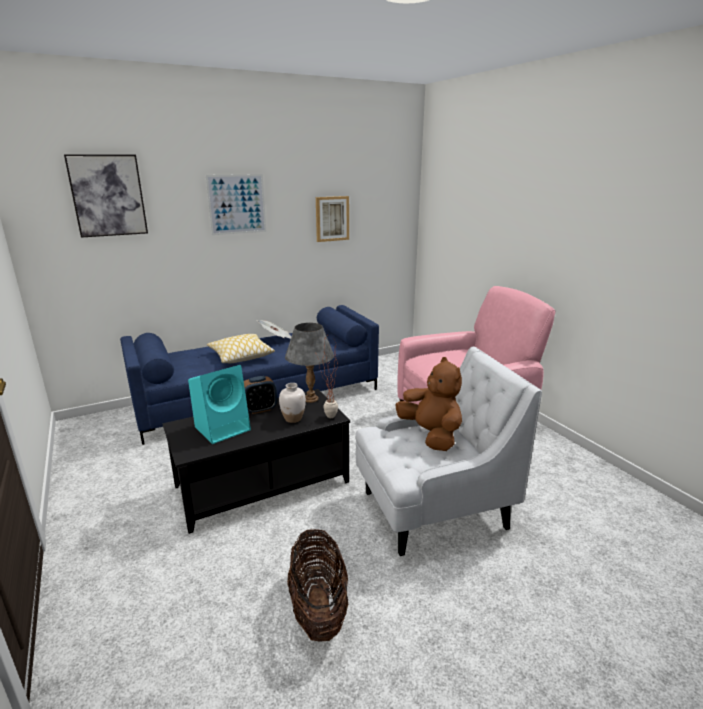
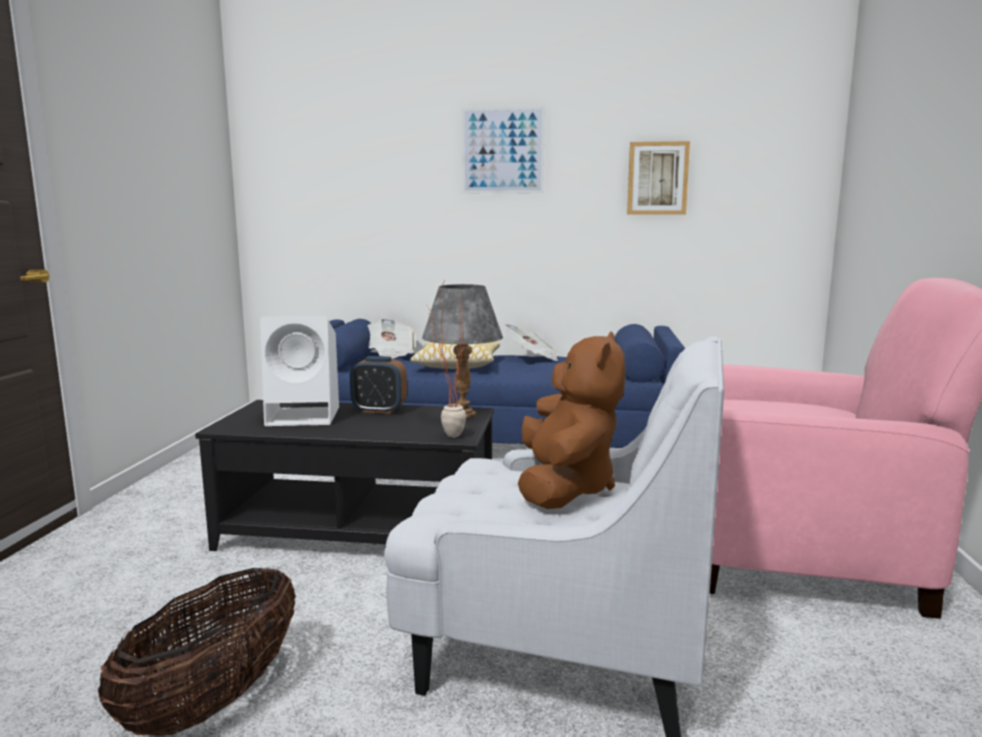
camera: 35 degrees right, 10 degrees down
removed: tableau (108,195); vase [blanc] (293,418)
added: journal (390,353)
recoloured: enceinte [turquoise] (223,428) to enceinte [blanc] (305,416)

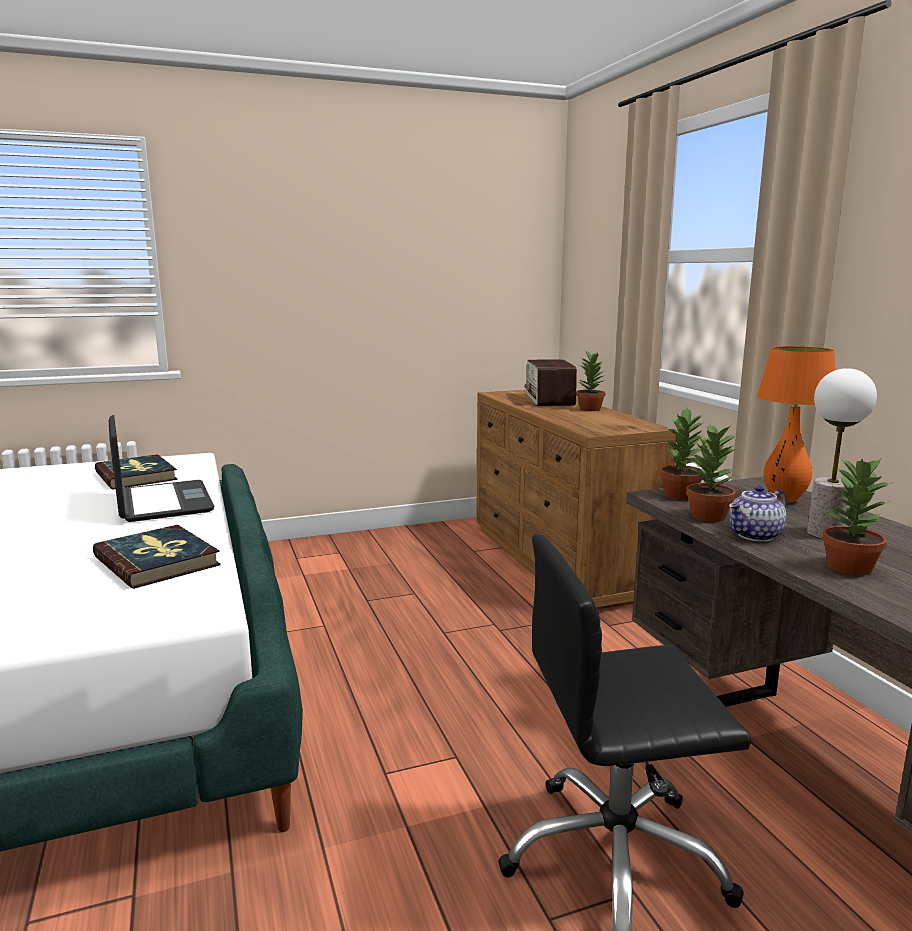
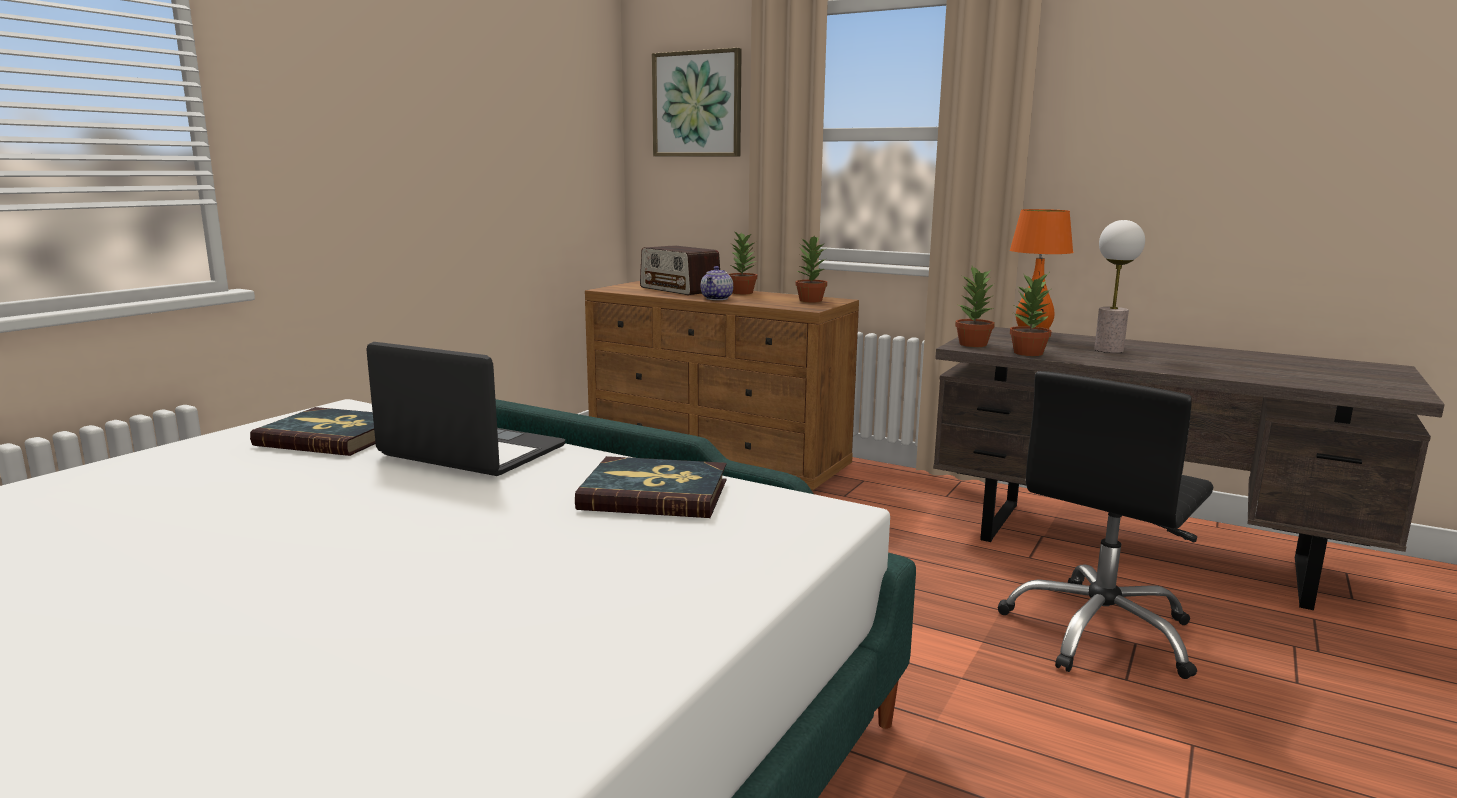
camera: 40 degrees left, 0 degrees up
added: tableau (697,104)
moved: théière (756,536) to (717,298); plante en pot (848,567) to (810,300)

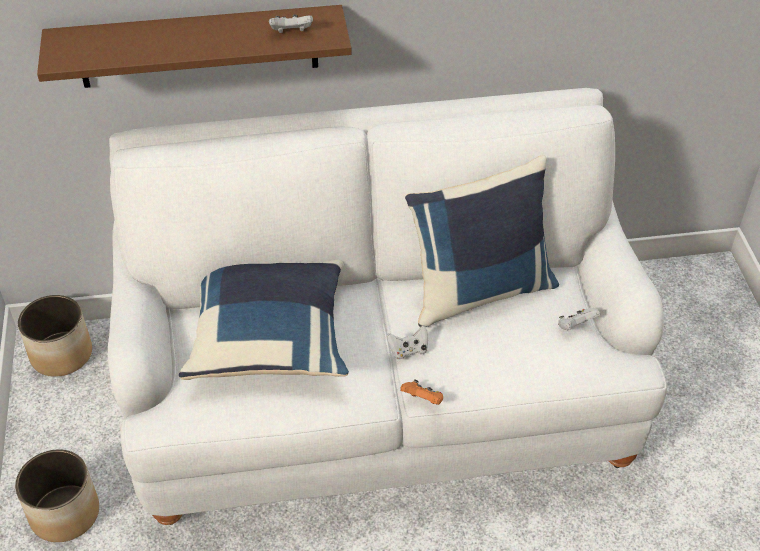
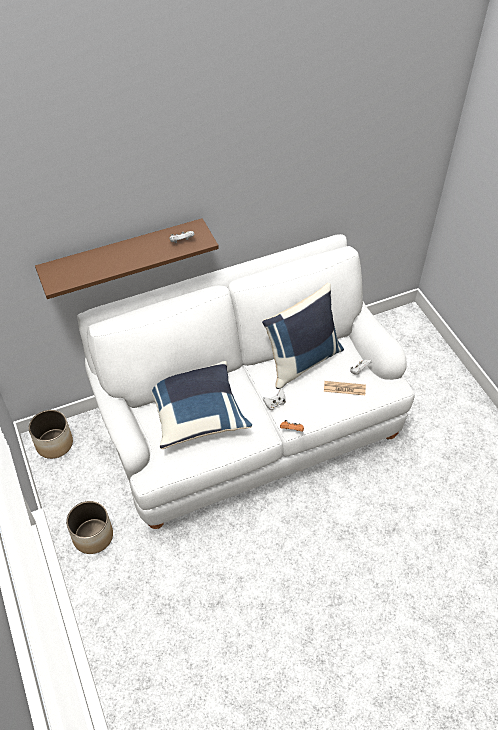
camera: 15 degrees left, 5 degrees up
added: journal (344,388)

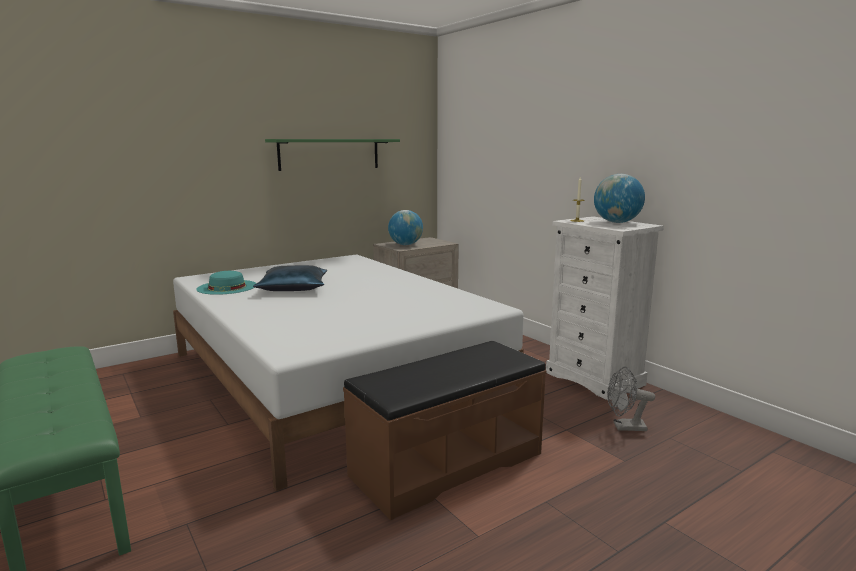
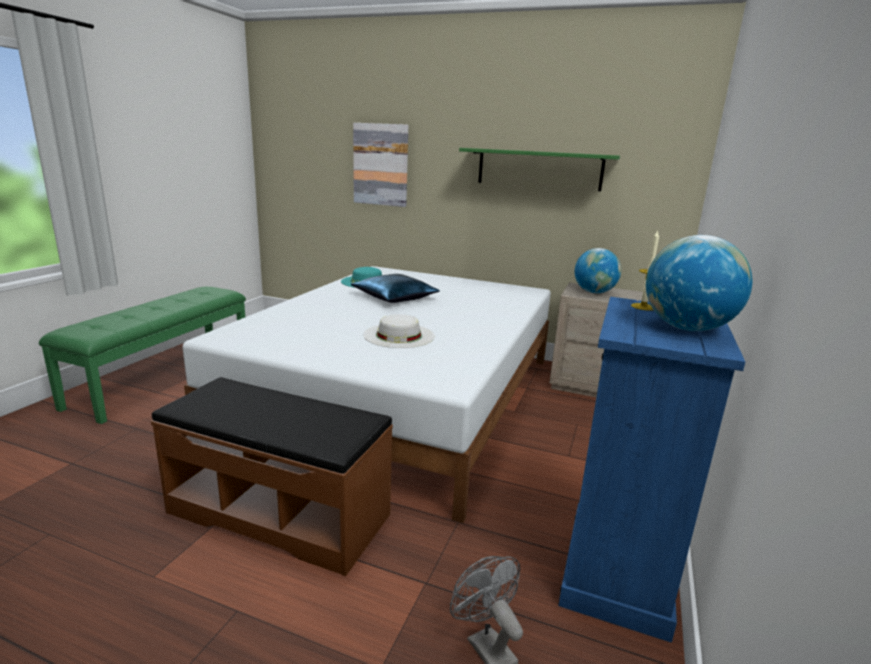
camera: 55 degrees right, 5 degrees up
added: tableau (381,165); chapeau [blanc] (399,335)
recoloured: commode [blanc] (595,379) to commode [bleu] (617,573)

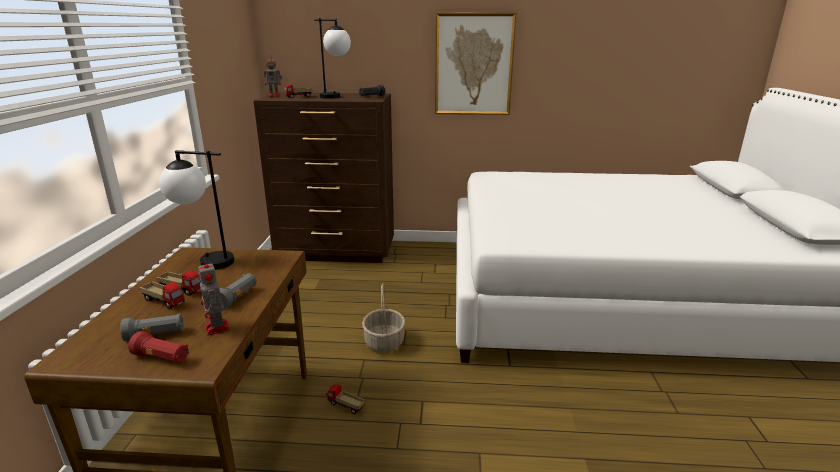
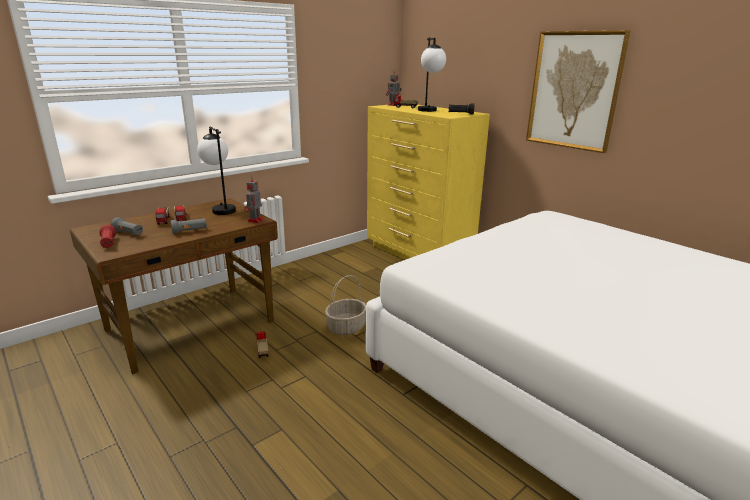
camera: 45 degrees right, 0 degrees up
moved: robot jouet (217,328) to (255,221)
recoloured: commode [marron] (336,252) to commode [jaune] (418,254)

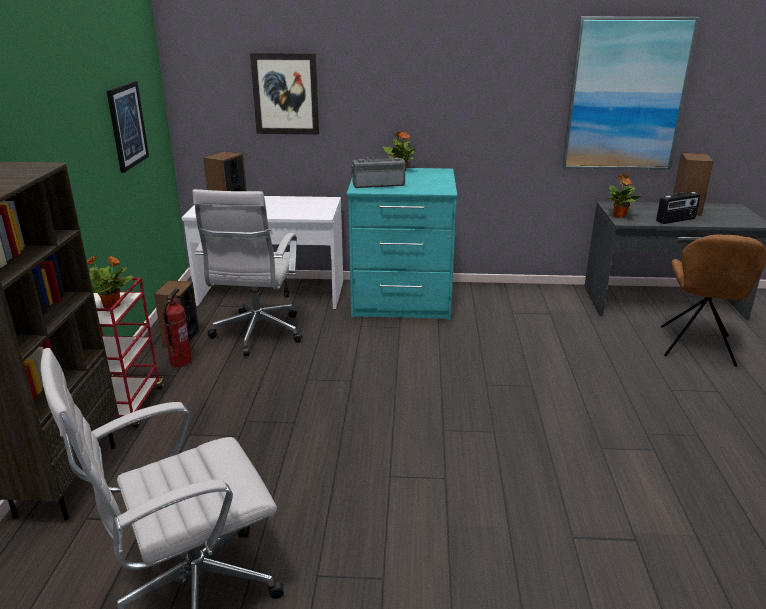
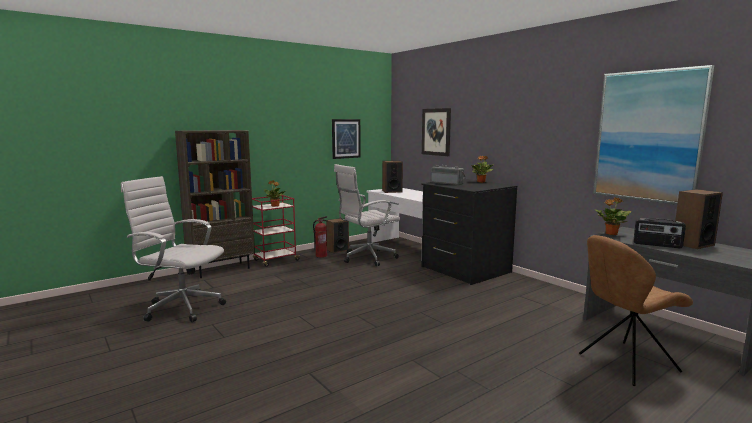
camera: 50 degrees right, 15 degrees down
recoloured: commode [turquoise] (401,300) to commode [noir] (464,269)

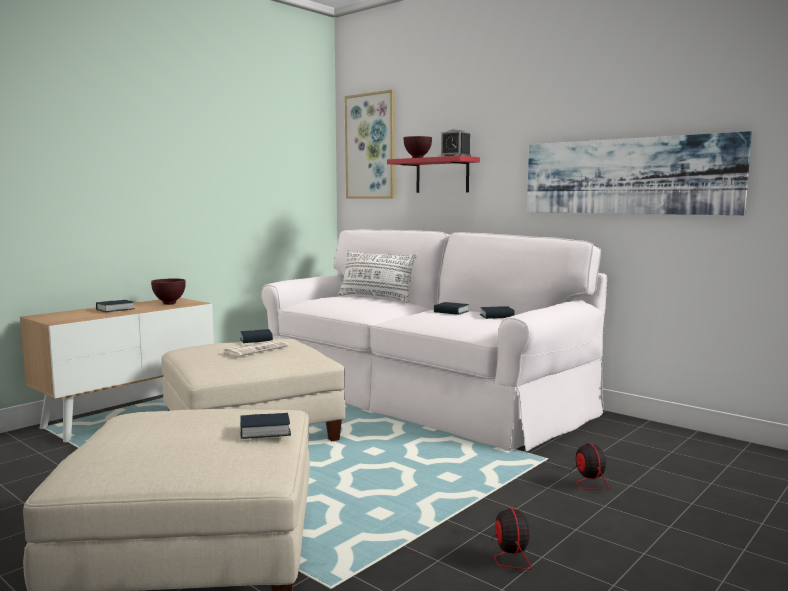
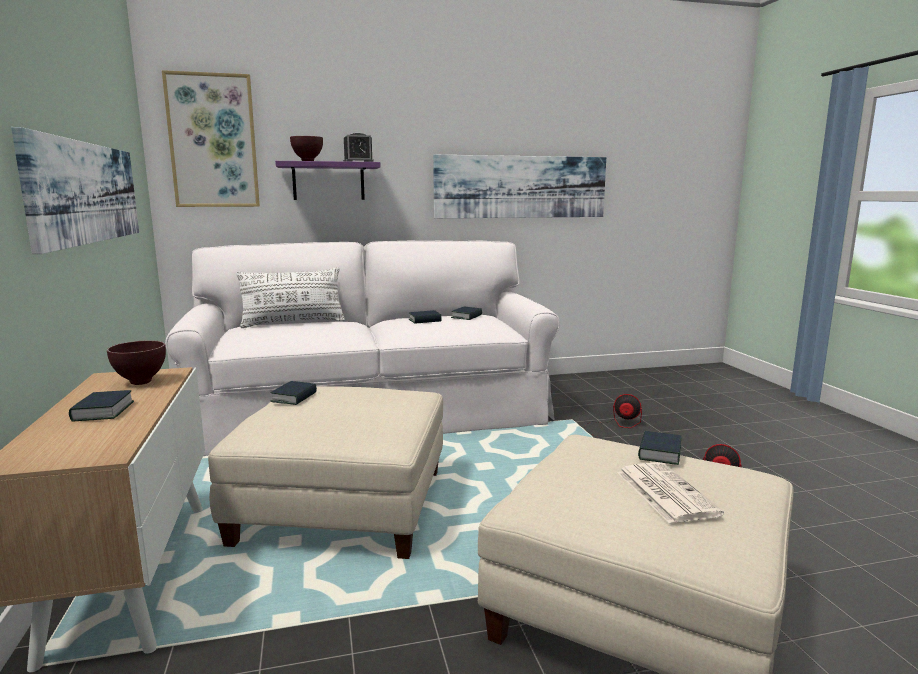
camera: 55 degrees left, 5 degrees up
added: tableau (87,192)
moved: journal (256,349) to (664,492)
recoloured: étagère [rouge] (442,175) to étagère [violet] (328,181)

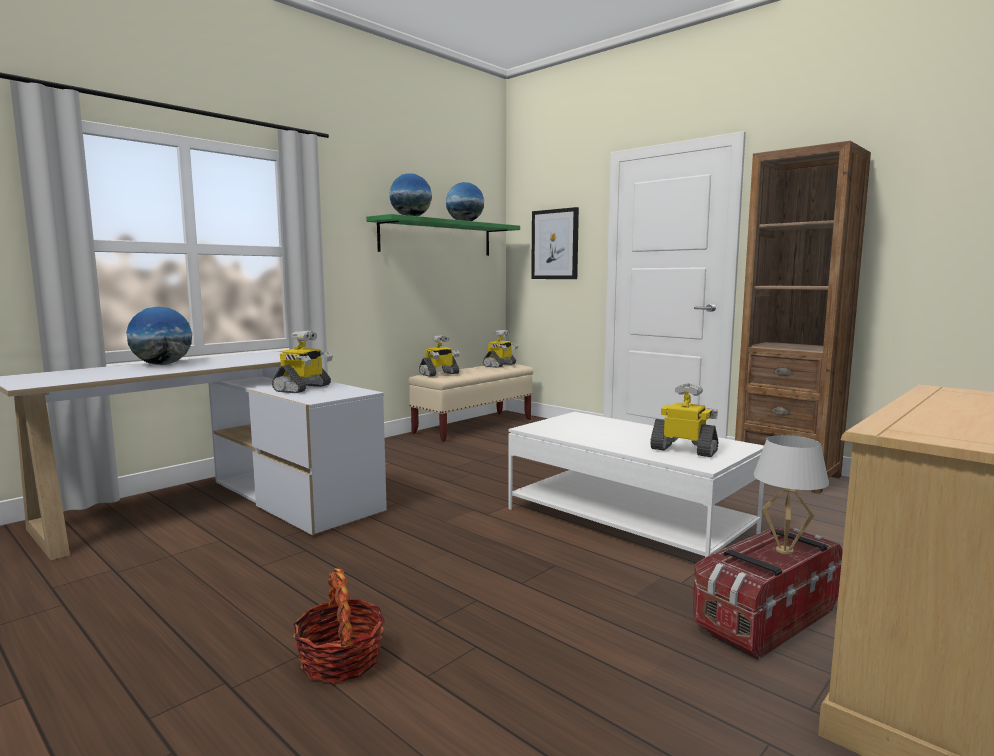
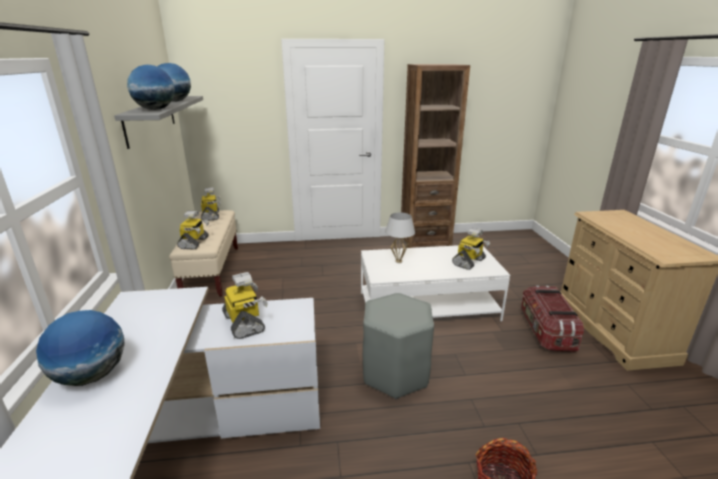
camera: 50 degrees left, 15 degrees up
removed: tableau (555,244)
added: tabouret [gris] (395,373)
moved: lampe de table [blanc] (784,550) to (398,261)
recoloured: étagère [vert] (437,238) to étagère [gris] (151,119)
turned: robot jouet (684,450) = (469,262) 150 degrees clockwise

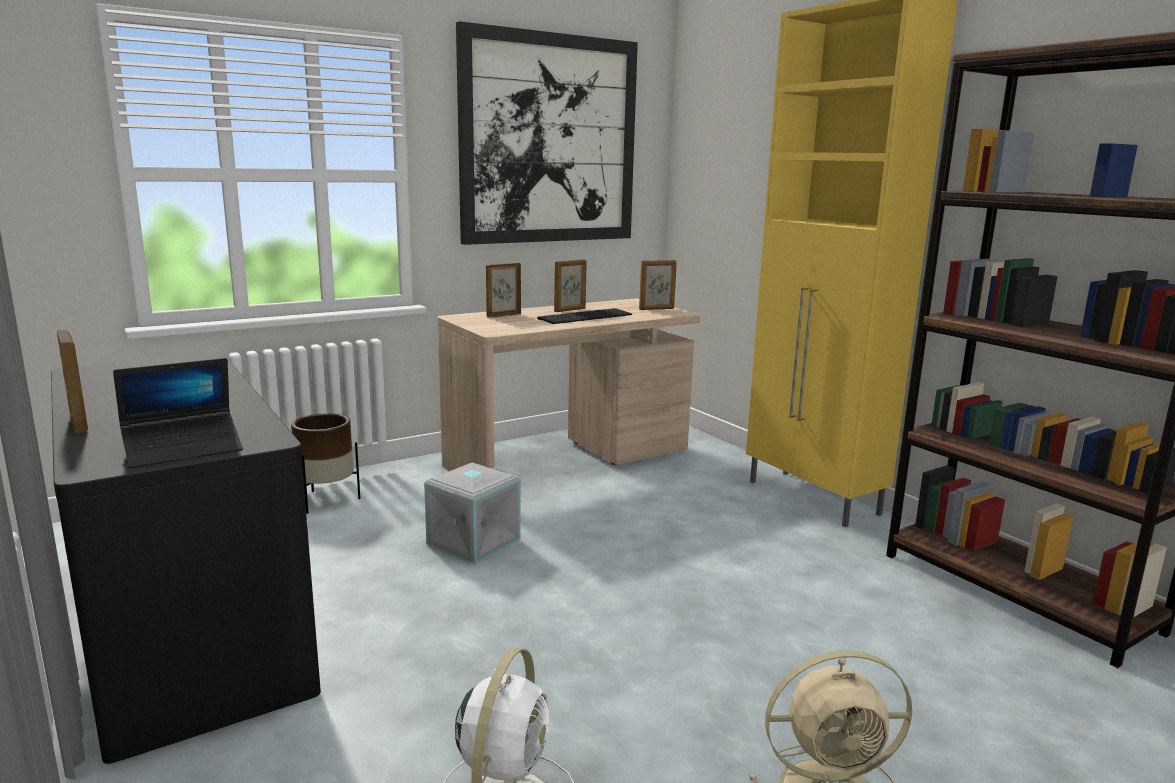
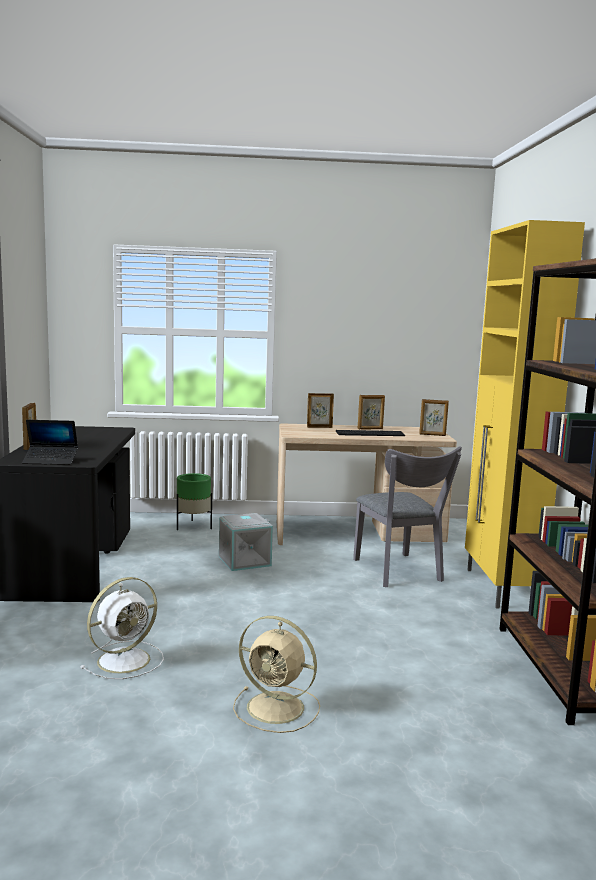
camera: 30 degrees right, 5 degrees down
removed: tableau (549,140)
added: chaise [gris] (399,572)
recoloured: cache-pot [marron] (326,500) to cache-pot [vert] (193,526)

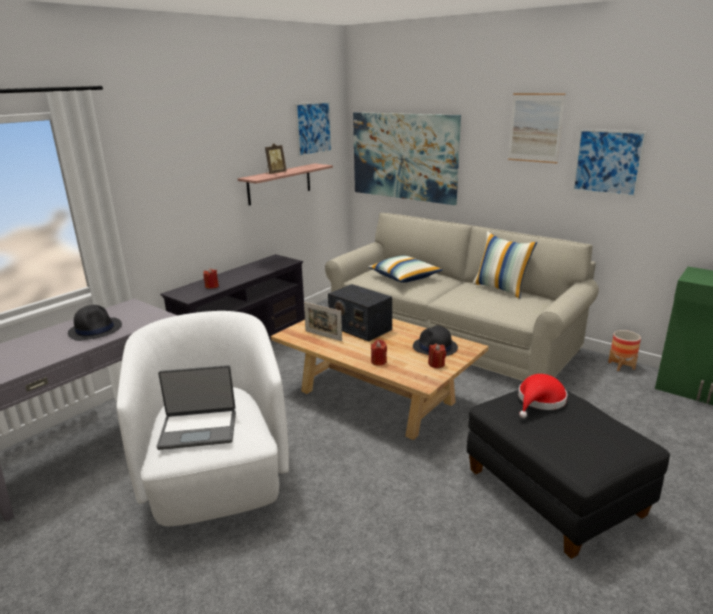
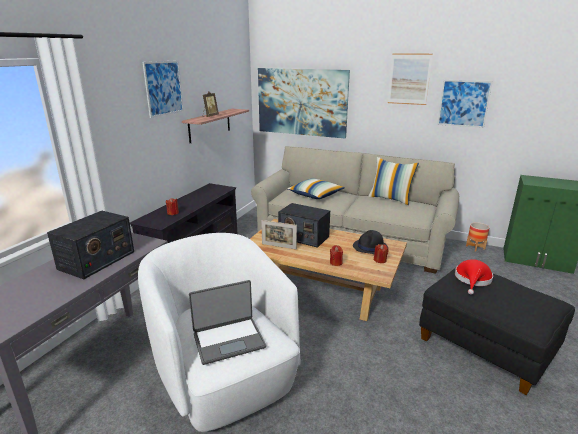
camera: 15 degrees left, 0 degrees up
moved: tableau (313,128) to (164,88)
replaced: chapeau [noir] (95,329) to radio (96,260)

